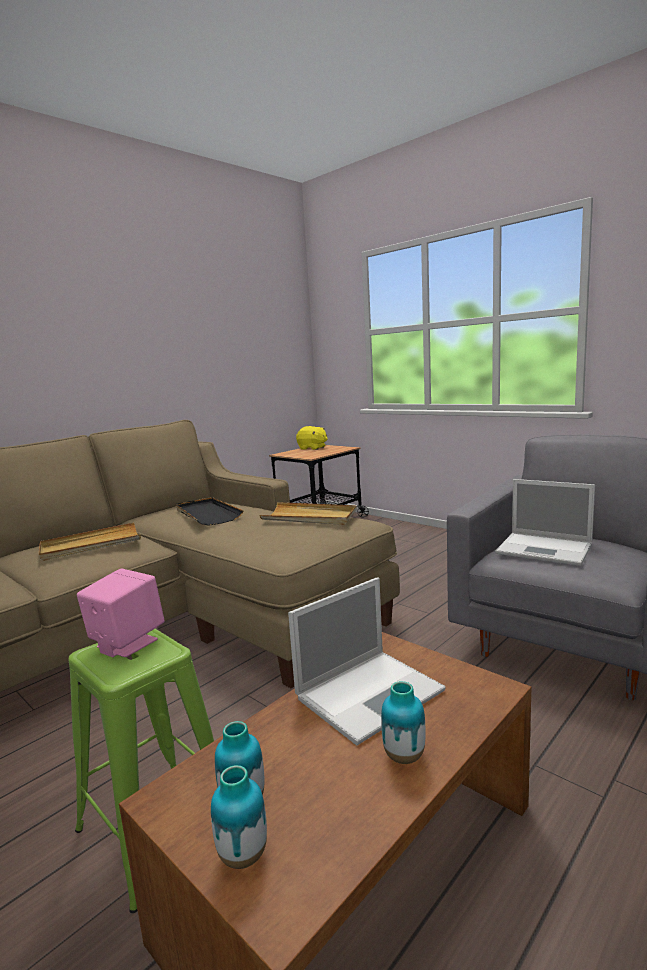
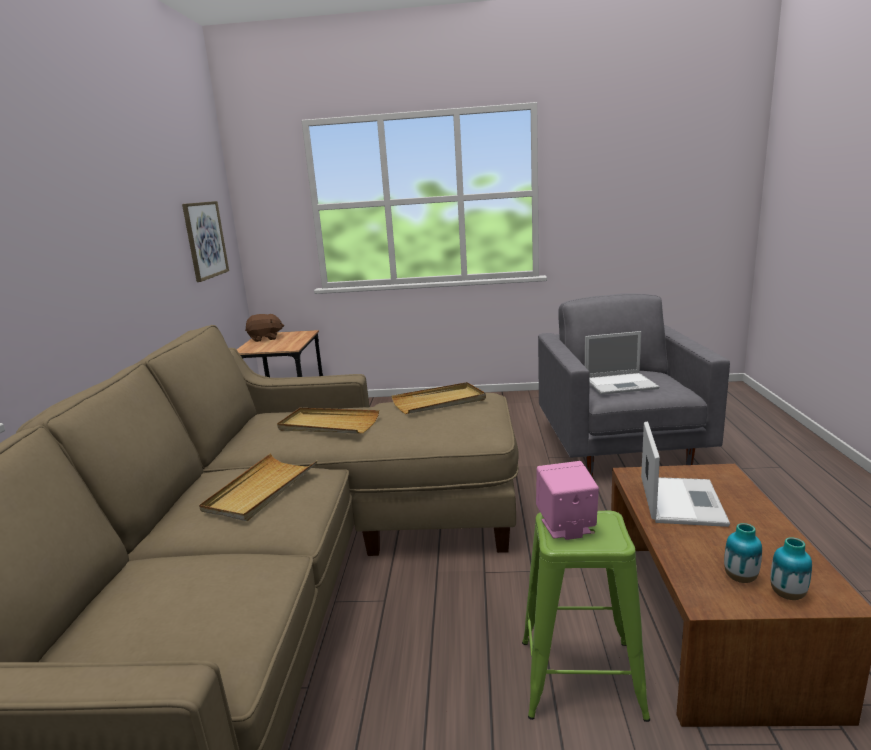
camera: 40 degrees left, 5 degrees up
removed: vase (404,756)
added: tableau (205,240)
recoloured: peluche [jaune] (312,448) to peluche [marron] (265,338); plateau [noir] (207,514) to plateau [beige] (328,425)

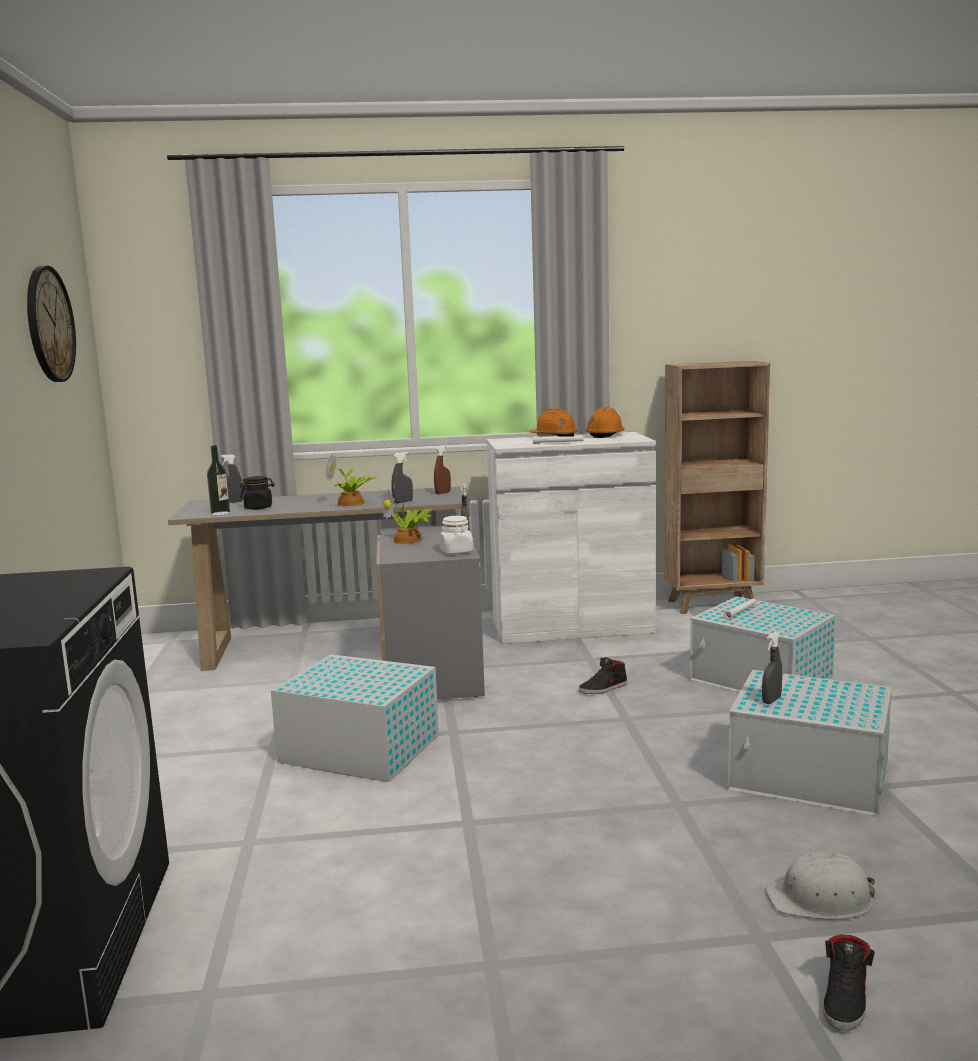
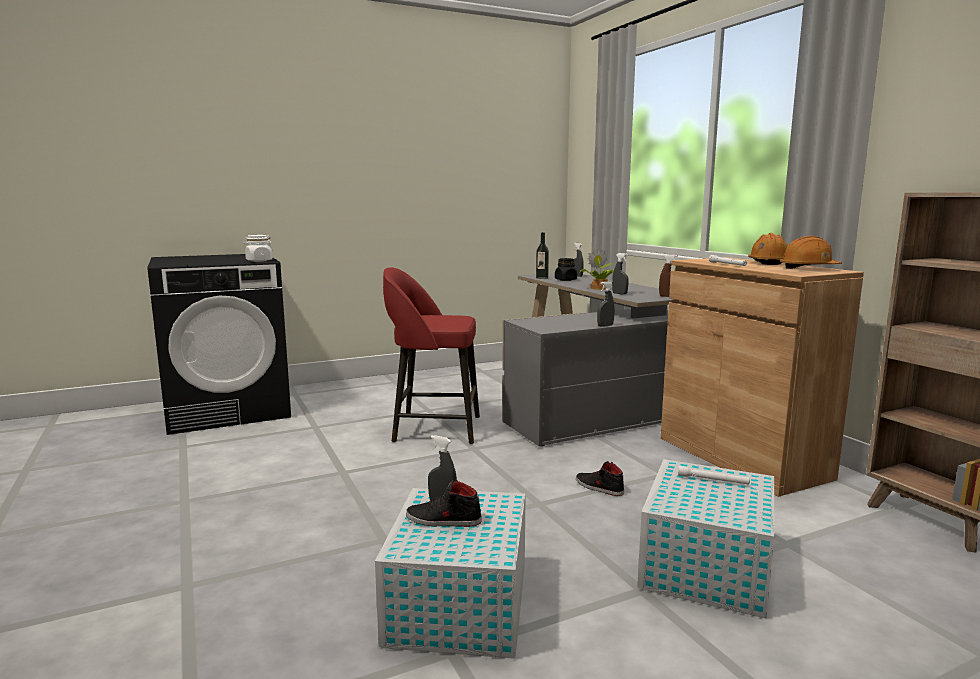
camera: 70 degrees right, 0 degrees up
removed: horloge murale (49,324); plante en pot (409,540); casque de chantier [blanc] (821,899)
moved: bocal [blanc] (456,551) to (259,261); chaussure [noir] (846,999) to (443,520)
replaced: boîte de rangement [blanc] (358,749) to tabouret [rouge] (434,428)
recoloured: meuble de rangement [blanc] (571,626) to meuble de rangement [marron] (741,457)

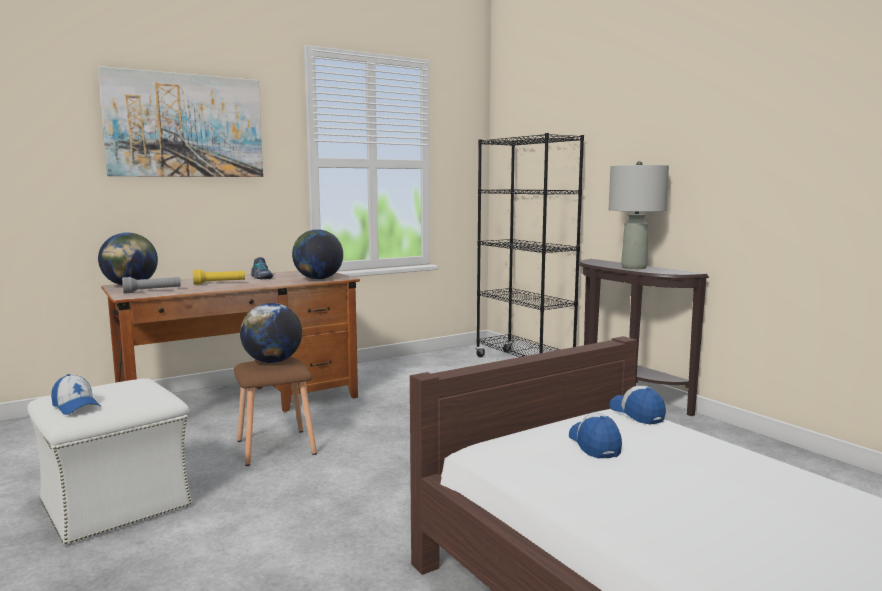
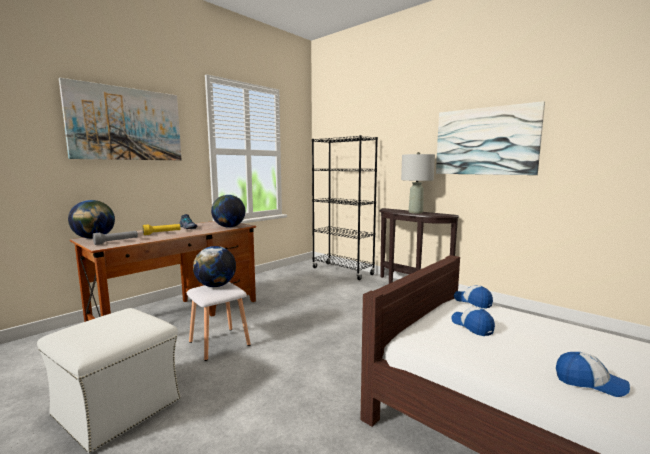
camera: 15 degrees left, 0 degrees up
added: tableau (485,141)
moved: casquette (76,406) to (589,383)
recoloured: tabouret [marron] (274,447) to tabouret [blanc] (218,344)

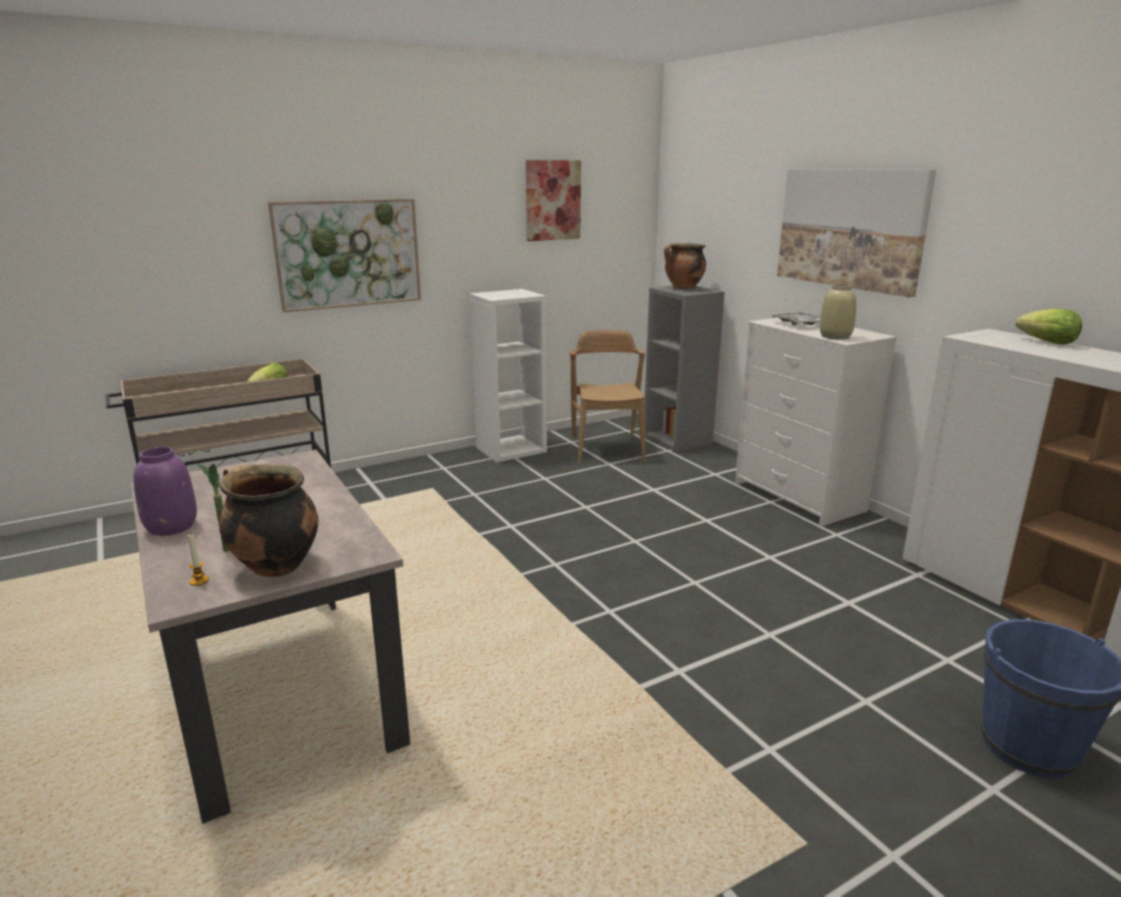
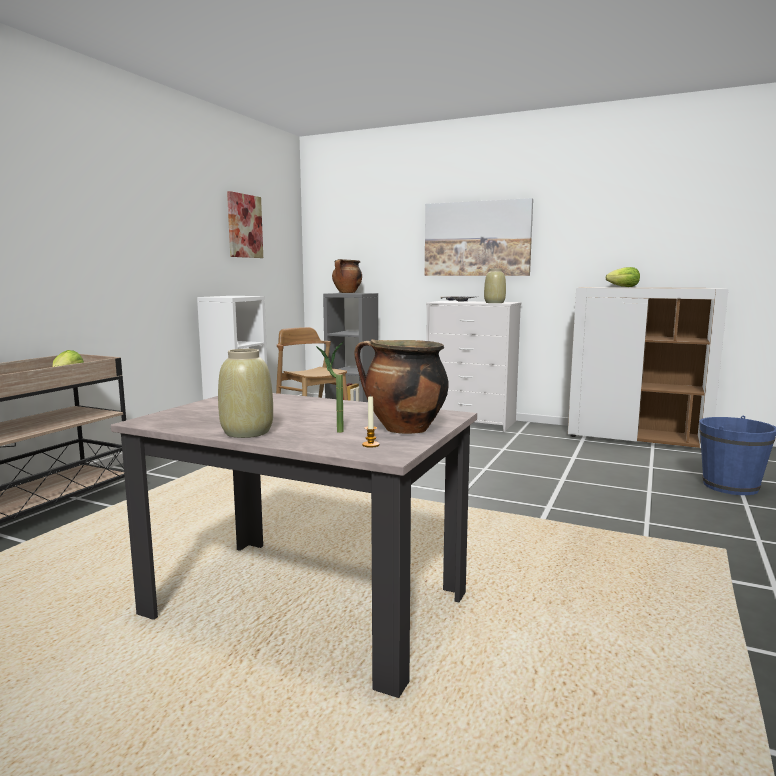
camera: 35 degrees left, 10 degrees down
removed: tableau (348,254)
recoloured: vase [violet] (172,526) to vase [beige] (247,432)

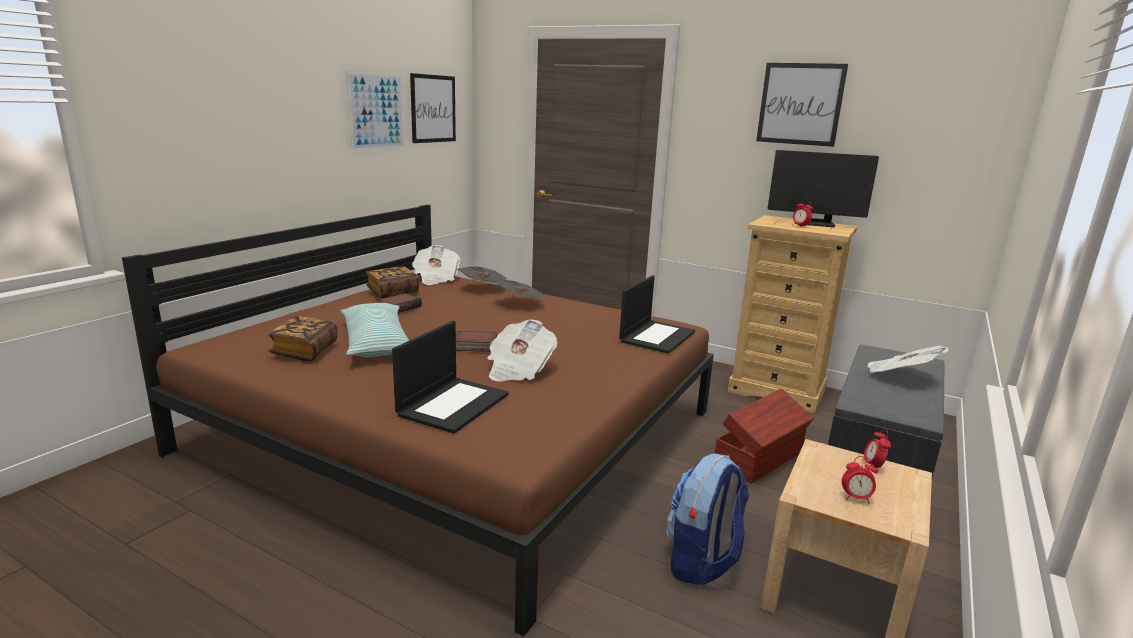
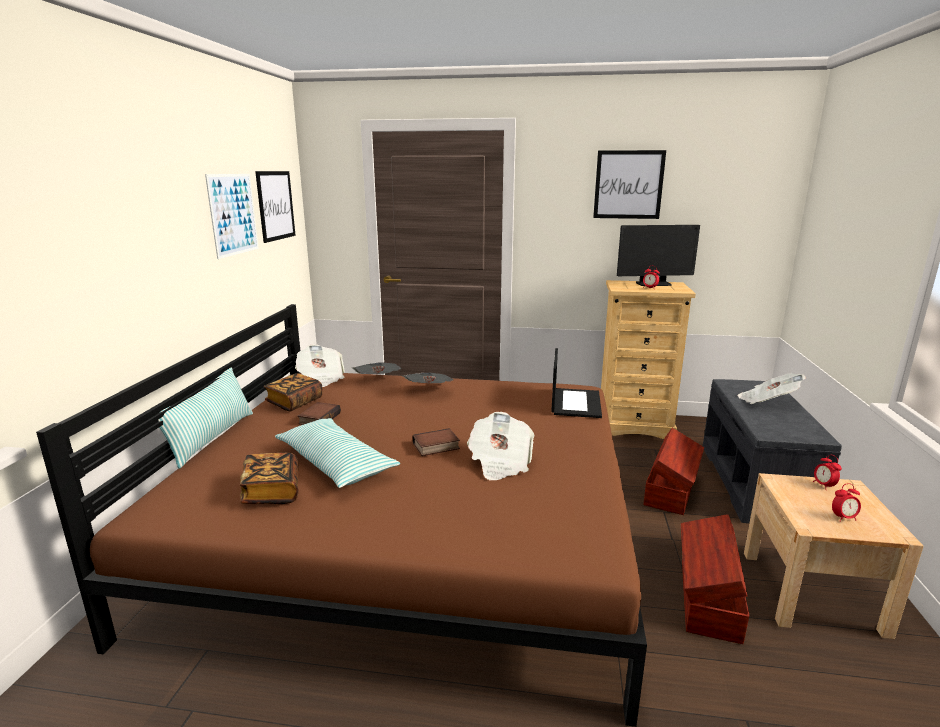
camera: 20 degrees left, 0 degrees up
removed: ordinateur portable (453,404)
added: coussin (211,437)
replaced: sac à dos (702,562) to boîte de rangement [marron] (707,599)

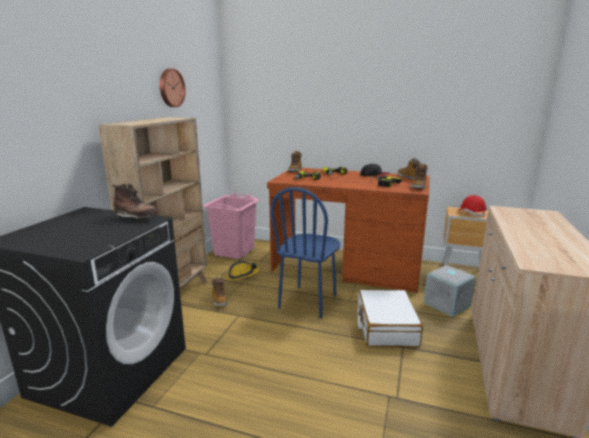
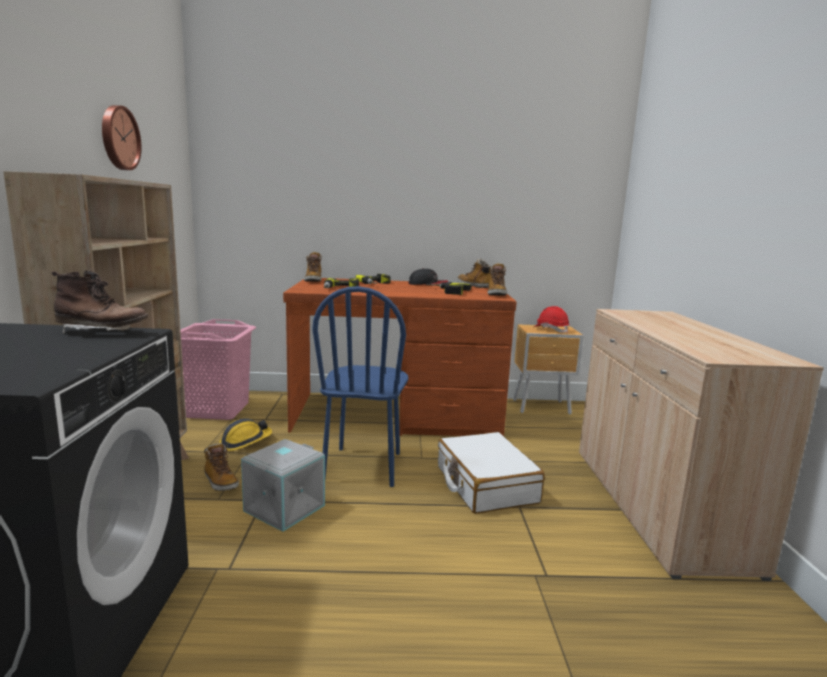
camera: 20 degrees left, 5 degrees down
moved: boîte de rangement [gris] (446,304) to (284,507)

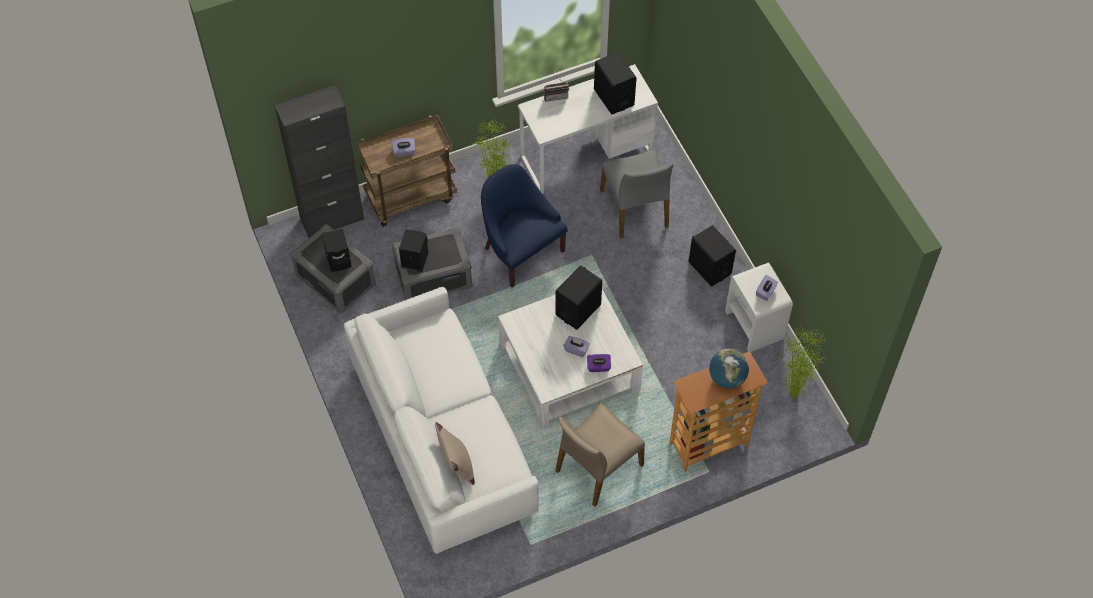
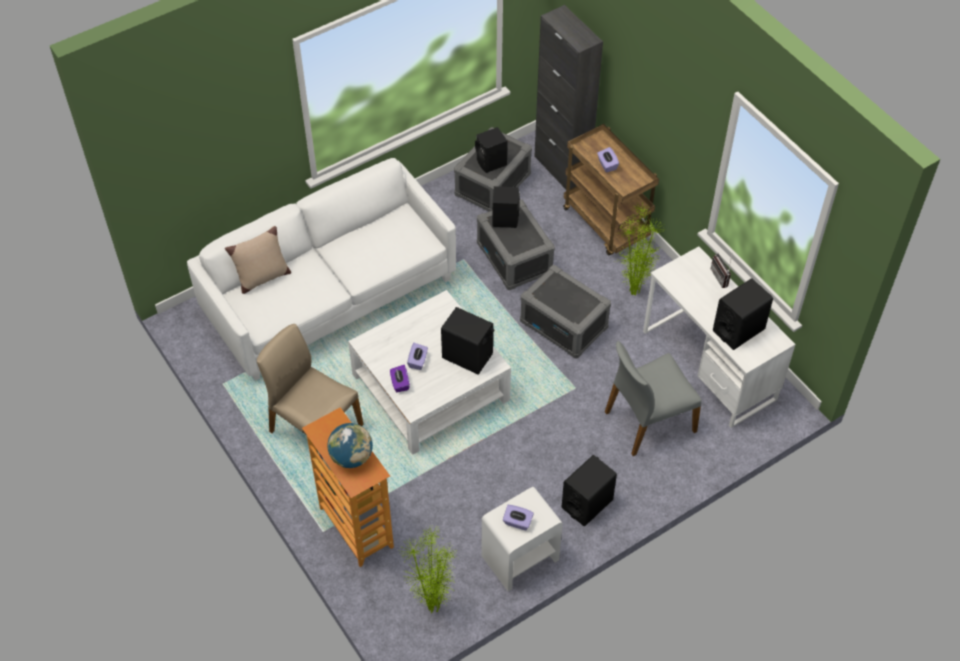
camera: 80 degrees right, 5 degrees down
replaced: fauteuil [bleu] (520,251) to boîte de rangement [gris] (564,324)

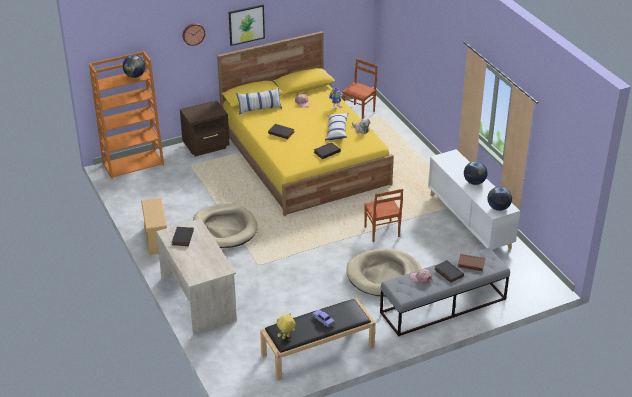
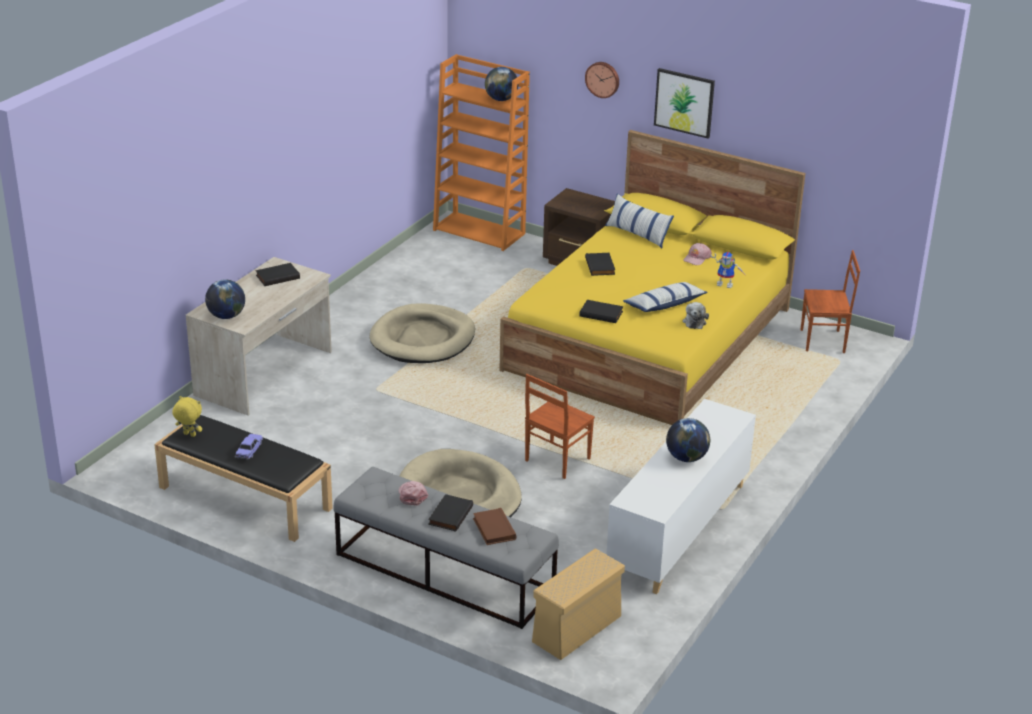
camera: 55 degrees right, 5 degrees down
moved: globe (498,208) to (226,316); boîte de rangement [beige] (156,239) to (577,628)

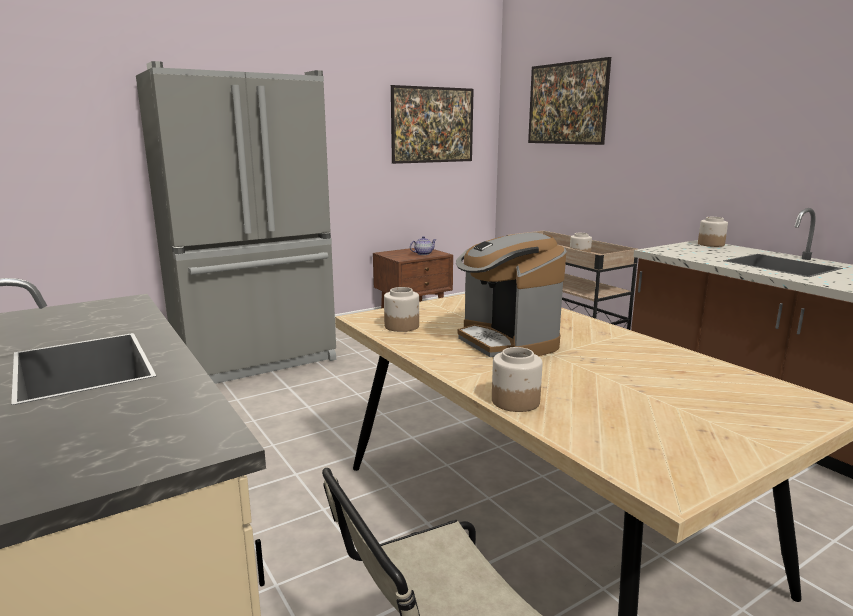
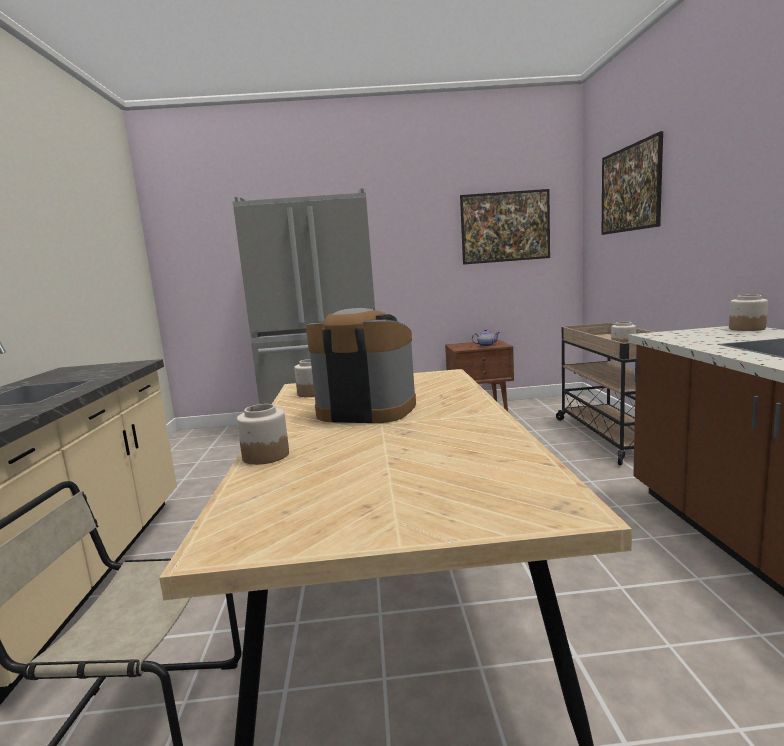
camera: 30 degrees right, 5 degrees down
turned: machine à café (507,341) = (366,411) 105 degrees clockwise

